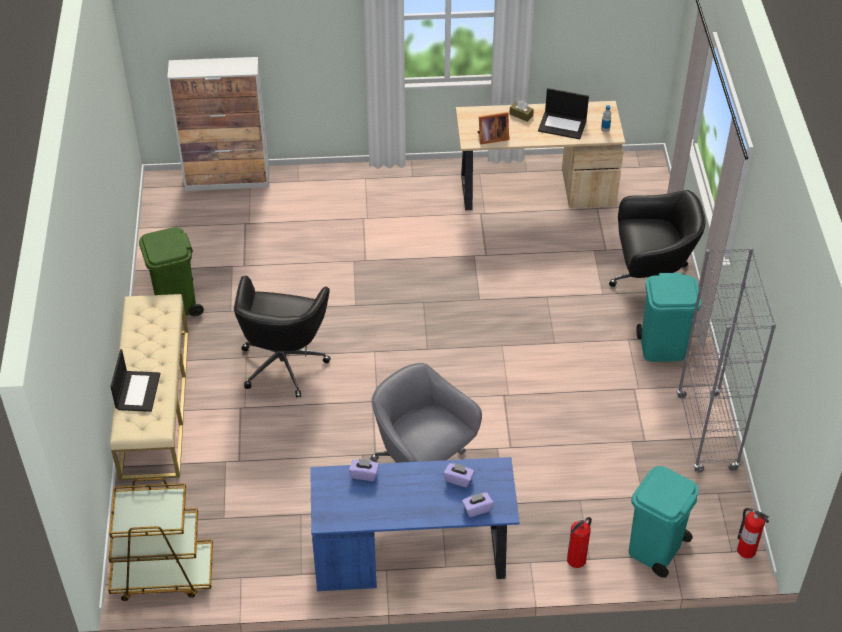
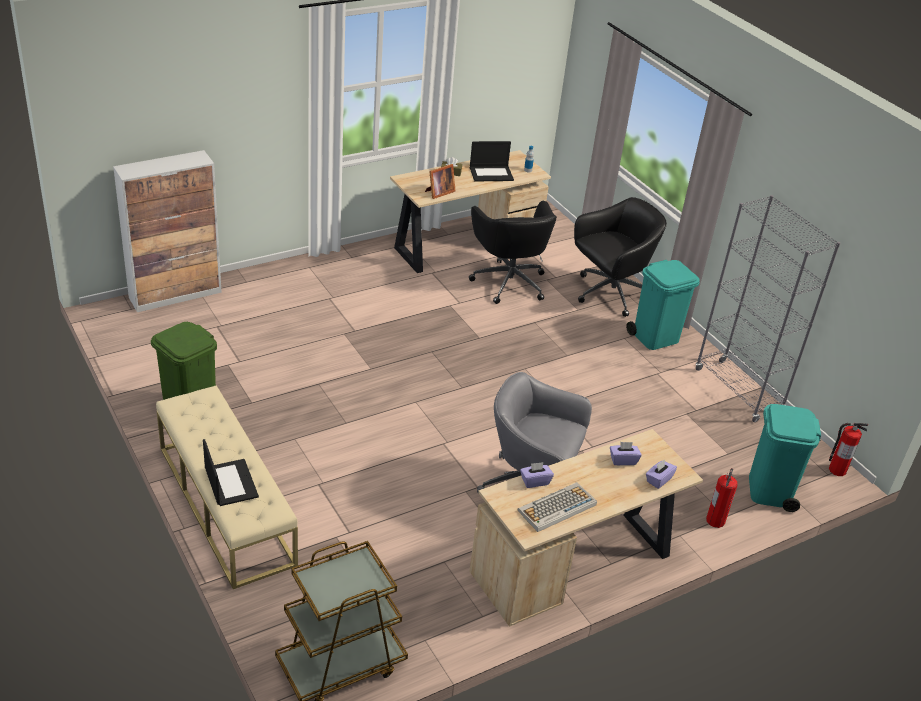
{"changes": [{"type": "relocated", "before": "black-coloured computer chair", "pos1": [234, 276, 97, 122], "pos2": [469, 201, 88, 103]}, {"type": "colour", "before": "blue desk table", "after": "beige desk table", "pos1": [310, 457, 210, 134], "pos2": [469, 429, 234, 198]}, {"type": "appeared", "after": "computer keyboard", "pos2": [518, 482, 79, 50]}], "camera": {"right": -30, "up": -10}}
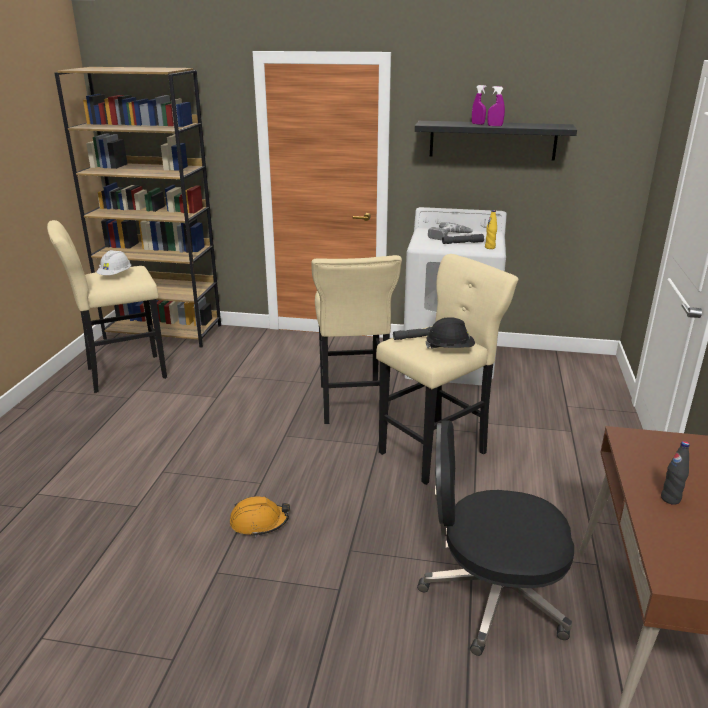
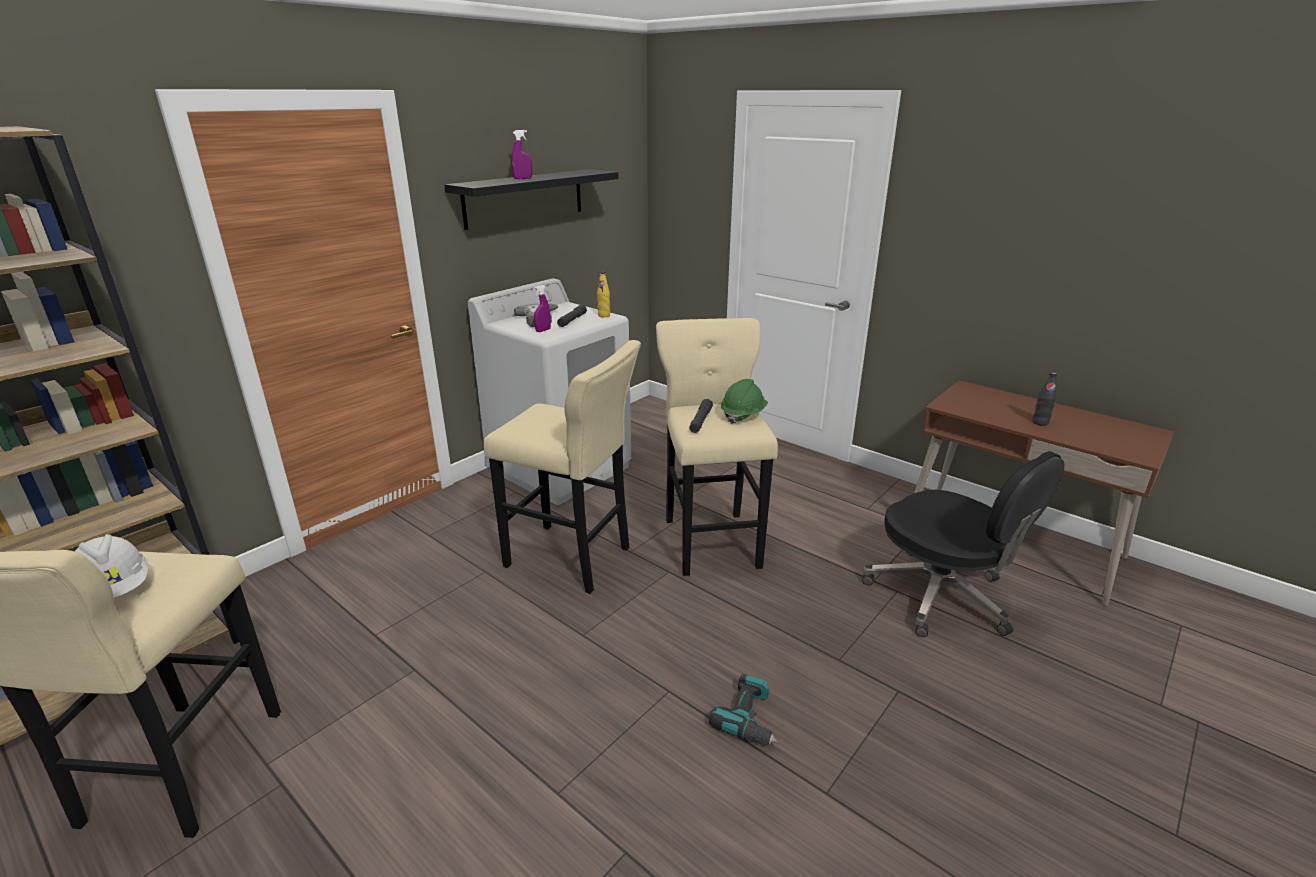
{"changes": [{"type": "exchanged", "before": "orangey safety helmet", "after": "drill", "pos1": [230, 496, 60, 41], "pos2": [709, 674, 70, 72]}, {"type": "spun", "before": "black-coloured computer chair", "pos1": [417, 421, 157, 235], "pos2": [862, 451, 203, 186], "turn": -75}, {"type": "colour", "before": "black-coloured safety helmet", "after": "greenish safety helmet", "pos1": [426, 317, 49, 32], "pos2": [721, 379, 47, 45]}, {"type": "relocated", "before": "purplish spray bottle", "pos1": [487, 86, 18, 40], "pos2": [534, 285, 17, 47]}], "camera": {"right": -60, "up": 0}}
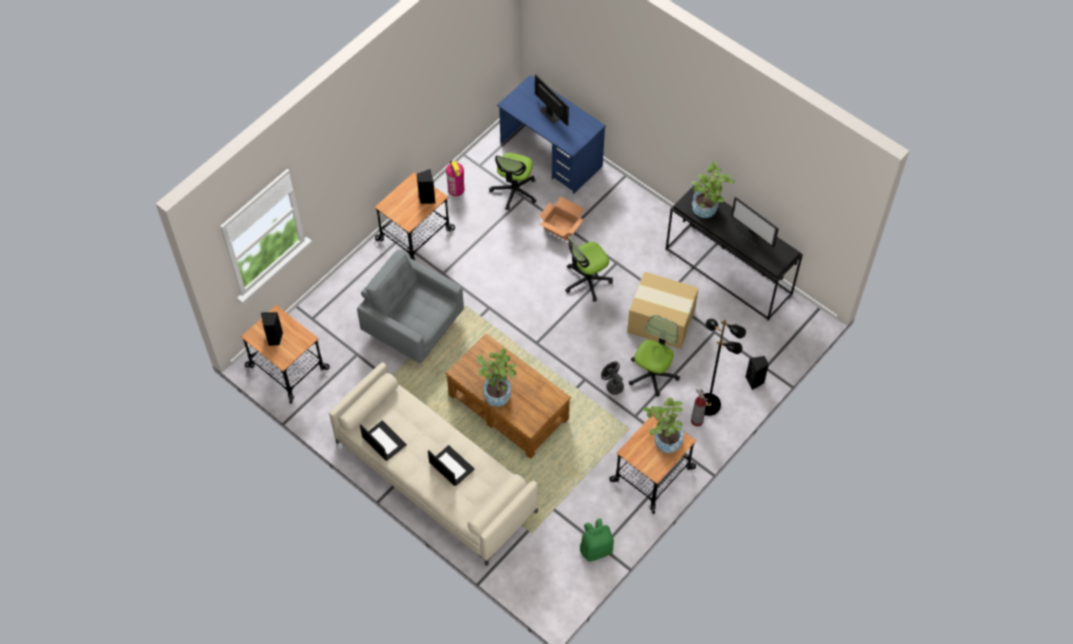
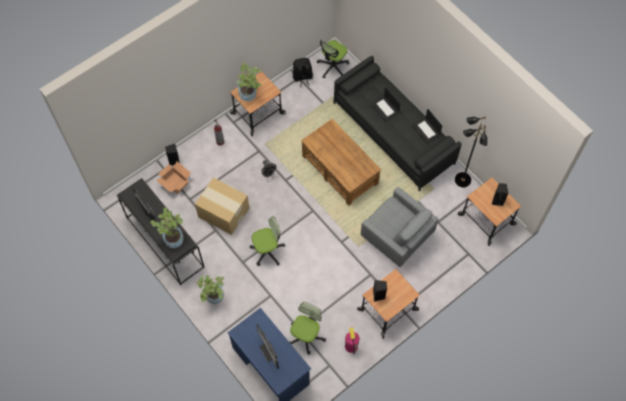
{"changes": [{"type": "colour", "before": "beige couch", "after": "black-coloured couch", "pos1": [329, 362, 209, 204], "pos2": [333, 56, 129, 135]}, {"type": "relocated", "before": "houseplant", "pos1": [476, 348, 40, 59], "pos2": [197, 275, 27, 29]}, {"type": "relocated", "before": "packing box", "pos1": [539, 197, 45, 44], "pos2": [156, 161, 35, 32]}, {"type": "colour", "before": "greenish rucksack", "after": "black-coloured rucksack", "pos1": [580, 518, 34, 44], "pos2": [293, 58, 20, 29]}, {"type": "relocated", "before": "computer chair", "pos1": [629, 315, 51, 82], "pos2": [317, 40, 32, 38]}, {"type": "relocated", "before": "black-coloured standing lamp", "pos1": [703, 318, 43, 98], "pos2": [455, 117, 32, 70]}], "camera": {"right": -170, "up": 5}}
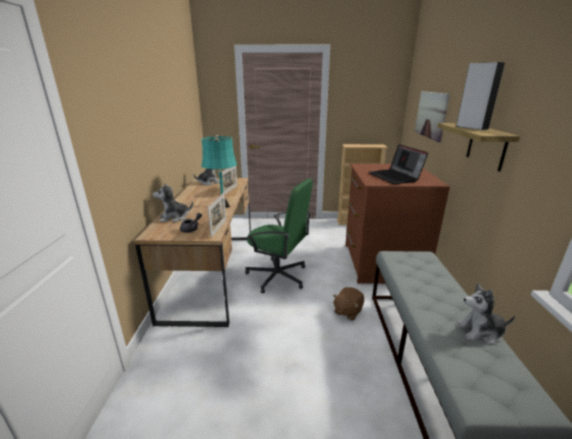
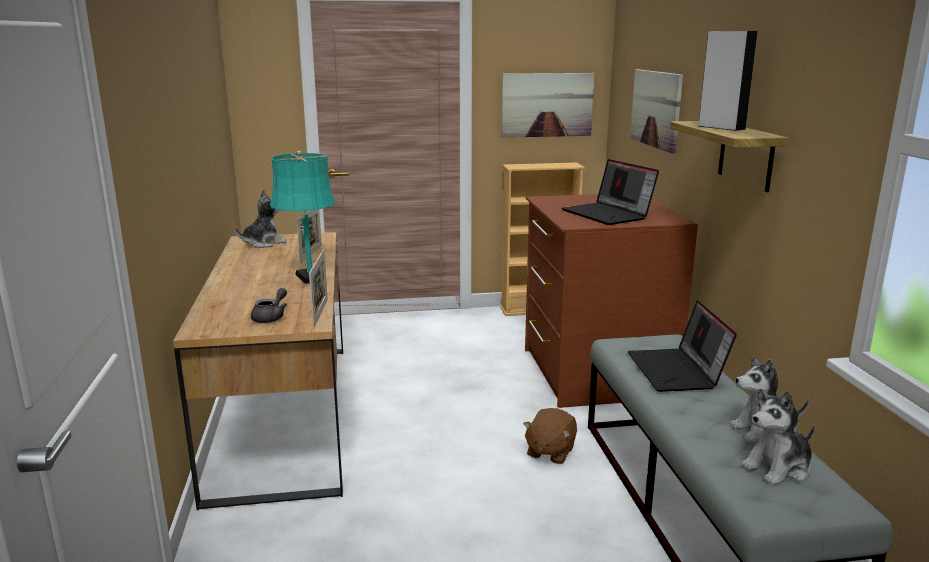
{"changes": [{"type": "relocated", "before": "plush toy", "pos1": [153, 183, 40, 39], "pos2": [741, 388, 74, 97]}, {"type": "missing", "before": "greenish computer chair", "pos1": [245, 178, 68, 116]}, {"type": "appeared", "after": "wall picture", "pos2": [501, 73, 93, 65]}, {"type": "appeared", "after": "portable computer", "pos2": [628, 300, 109, 92]}], "camera": {"right": -10, "up": -5}}
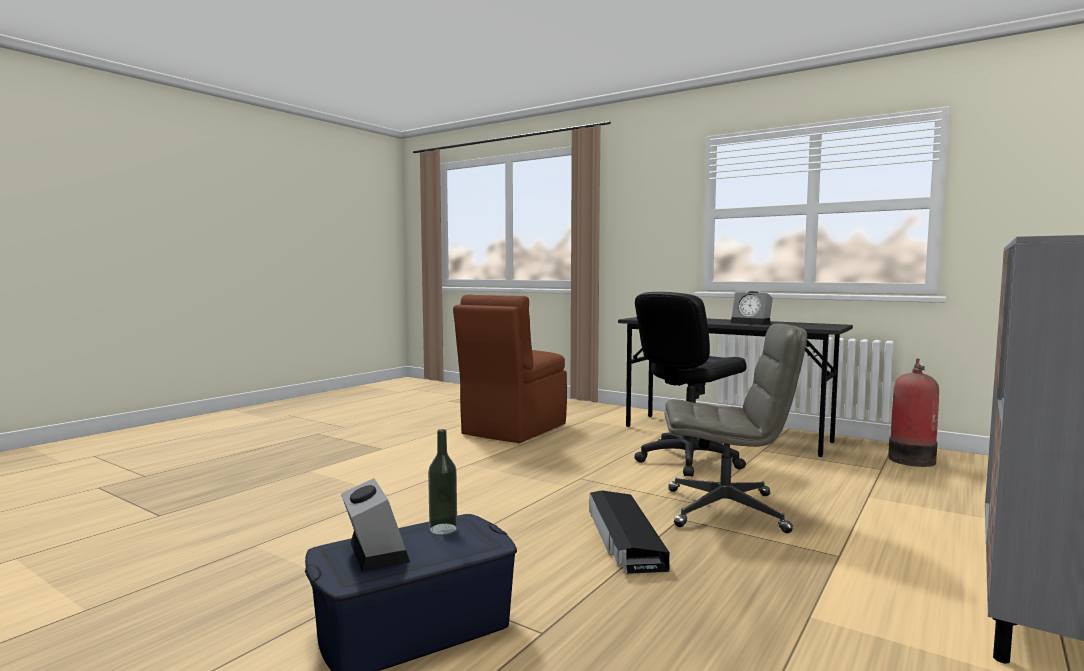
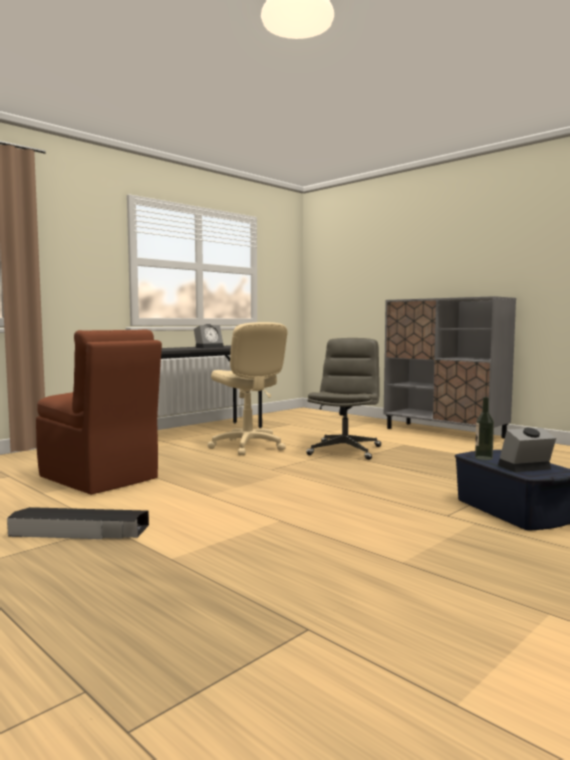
{"changes": [{"type": "relocated", "before": "black-coloured storage container", "pos1": [589, 490, 81, 84], "pos2": [7, 507, 142, 32]}, {"type": "colour", "before": "black-coloured computer chair", "after": "beige computer chair", "pos1": [634, 292, 113, 185], "pos2": [208, 322, 79, 133]}, {"type": "missing", "before": "extinguisher", "pos1": [888, 359, 51, 108]}], "camera": {"right": -80, "up": 0}}
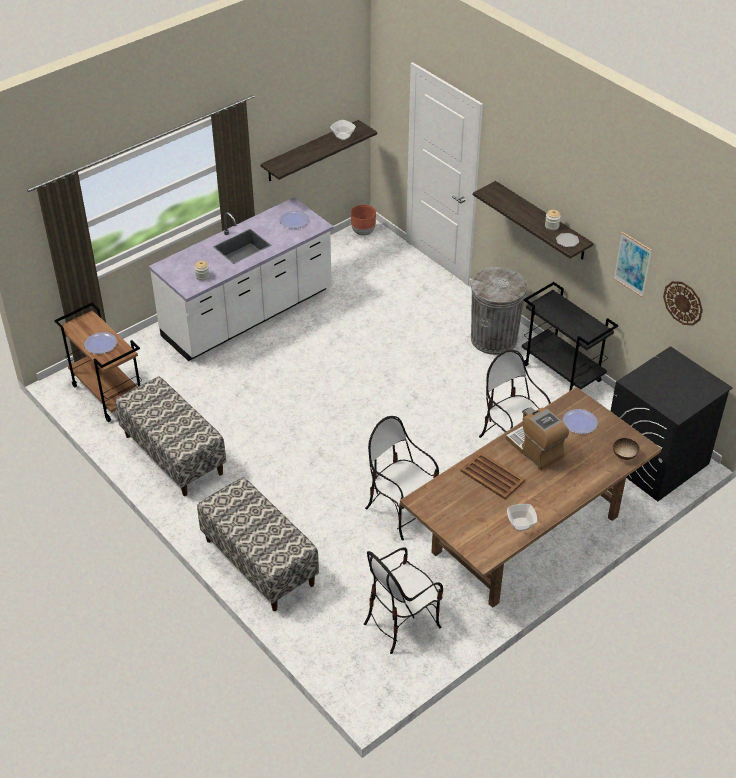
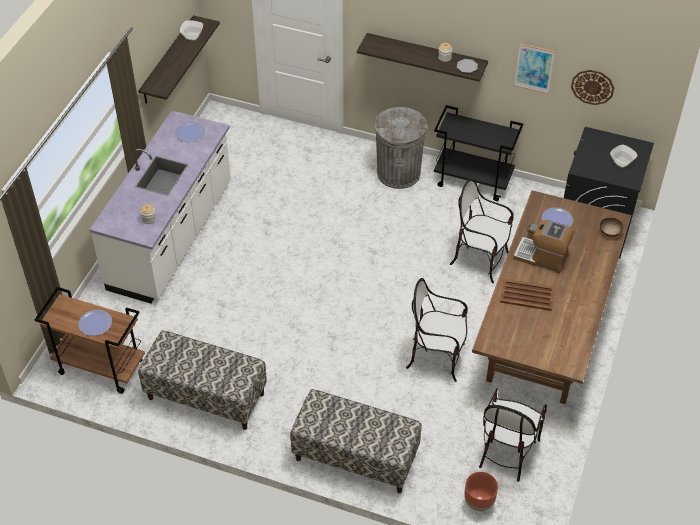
{"changes": [{"type": "relocated", "before": "brownish planter", "pos1": [351, 205, 25, 31], "pos2": [464, 472, 34, 39]}, {"type": "relocated", "before": "bowl", "pos1": [507, 504, 30, 27], "pos2": [610, 145, 28, 23]}], "camera": {"right": -30, "up": 5}}
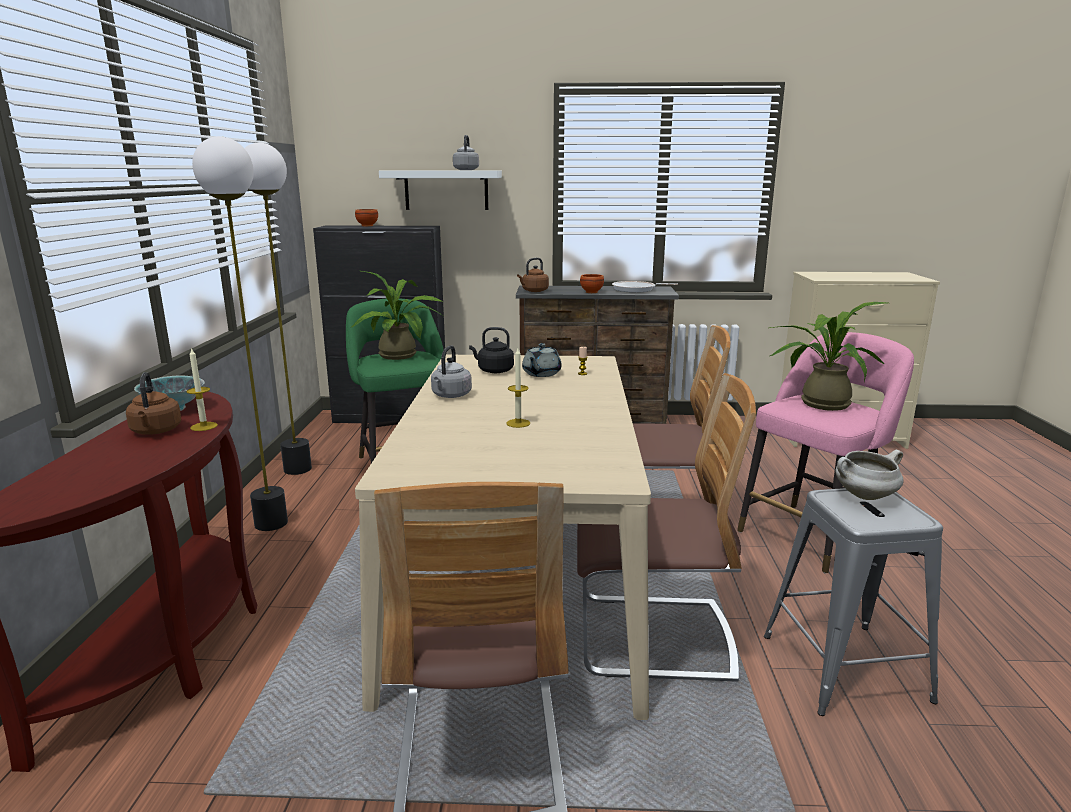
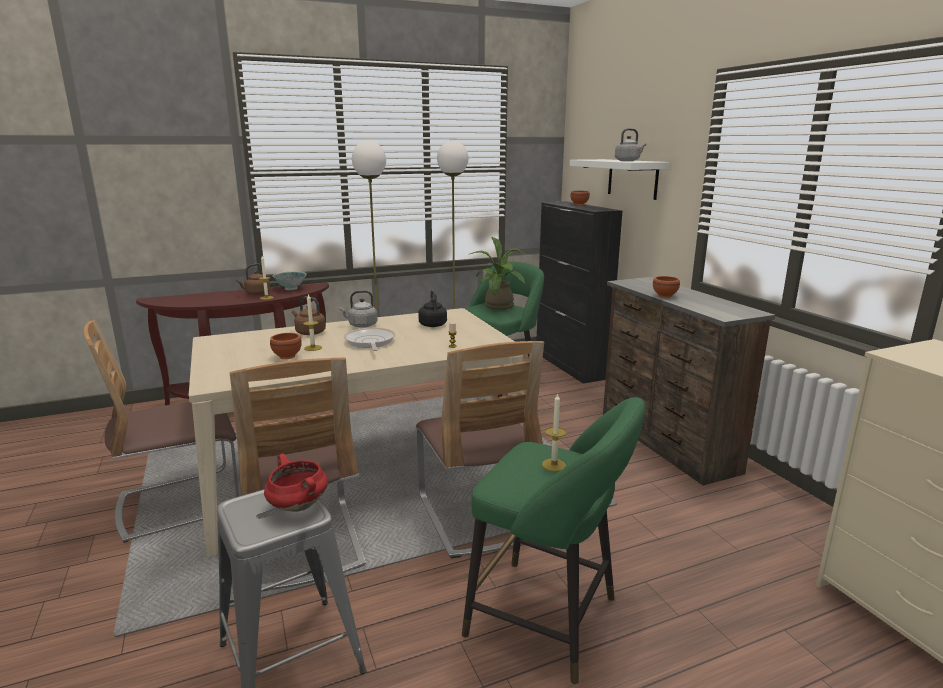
{"changes": [{"type": "relocated", "before": "brownish kettle", "pos1": [517, 258, 32, 34], "pos2": [292, 297, 34, 38]}, {"type": "missing", "before": "greyish teapot", "pos1": [522, 343, 40, 34]}, {"type": "relocated", "before": "skillet", "pos1": [612, 281, 66, 12], "pos2": [344, 328, 51, 23]}, {"type": "colour", "before": "pink sitting stool", "after": "greenish sitting stool", "pos1": [737, 332, 177, 241], "pos2": [462, 397, 183, 287]}, {"type": "exchanged", "before": "houseplant", "after": "wax light", "pos1": [770, 302, 117, 109], "pos2": [542, 394, 24, 77]}, {"type": "colour", "before": "white cooking pot", "after": "reddish cooking pot", "pos1": [836, 450, 68, 50], "pos2": [264, 453, 64, 59]}, {"type": "appeared", "after": "brownish bowl", "pos2": [270, 333, 32, 26]}], "camera": {"right": 65, "up": 0}}
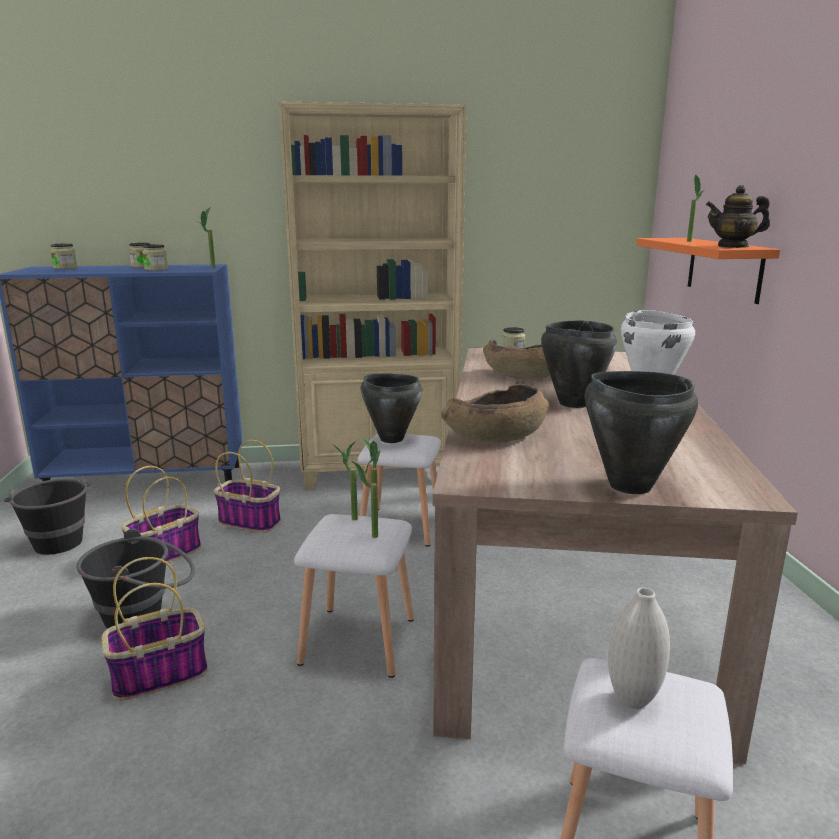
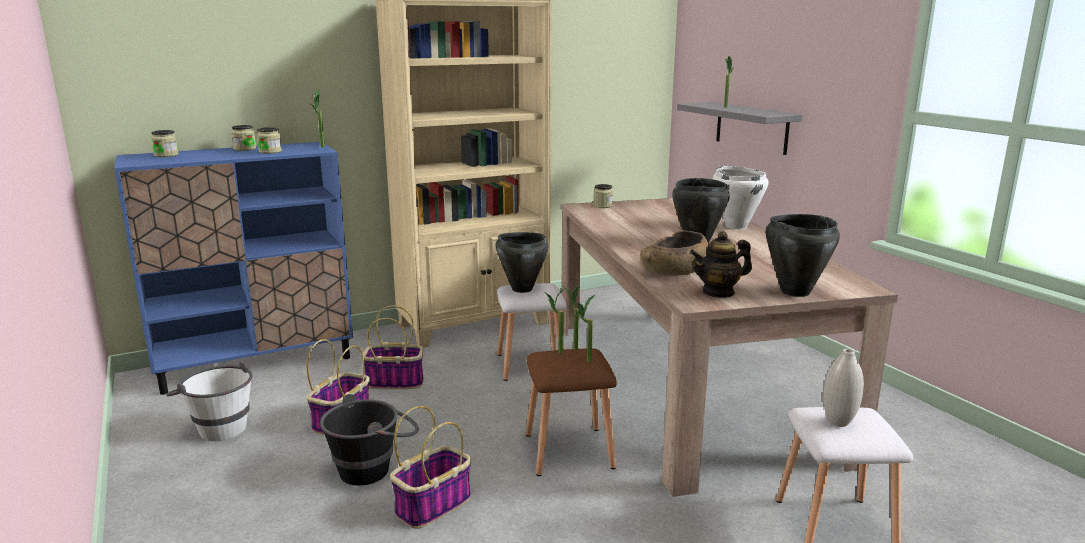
{"changes": [{"type": "colour", "before": "black-coloured water bucket", "after": "white water bucket", "pos1": [4, 477, 87, 78], "pos2": [166, 360, 87, 81]}, {"type": "colour", "before": "white sitting stool", "after": "brownish sitting stool", "pos1": [294, 514, 120, 164], "pos2": [526, 348, 91, 128]}, {"type": "missing", "before": "brownish bowl", "pos1": [483, 339, 67, 41]}, {"type": "colour", "before": "orangey shelf", "after": "greyish shelf", "pos1": [636, 238, 144, 66], "pos2": [677, 102, 125, 53]}, {"type": "relocated", "before": "teapot", "pos1": [706, 185, 64, 63], "pos2": [690, 231, 62, 67]}], "camera": {"right": -20, "up": 0}}
